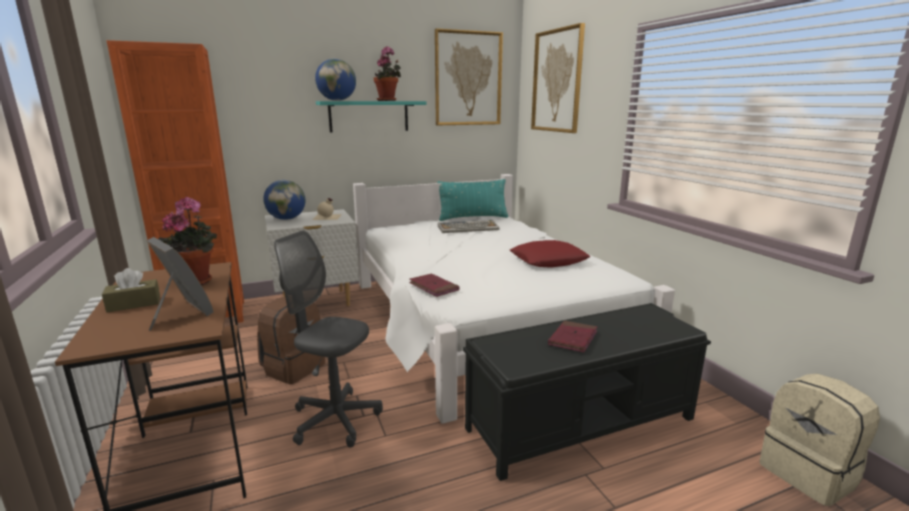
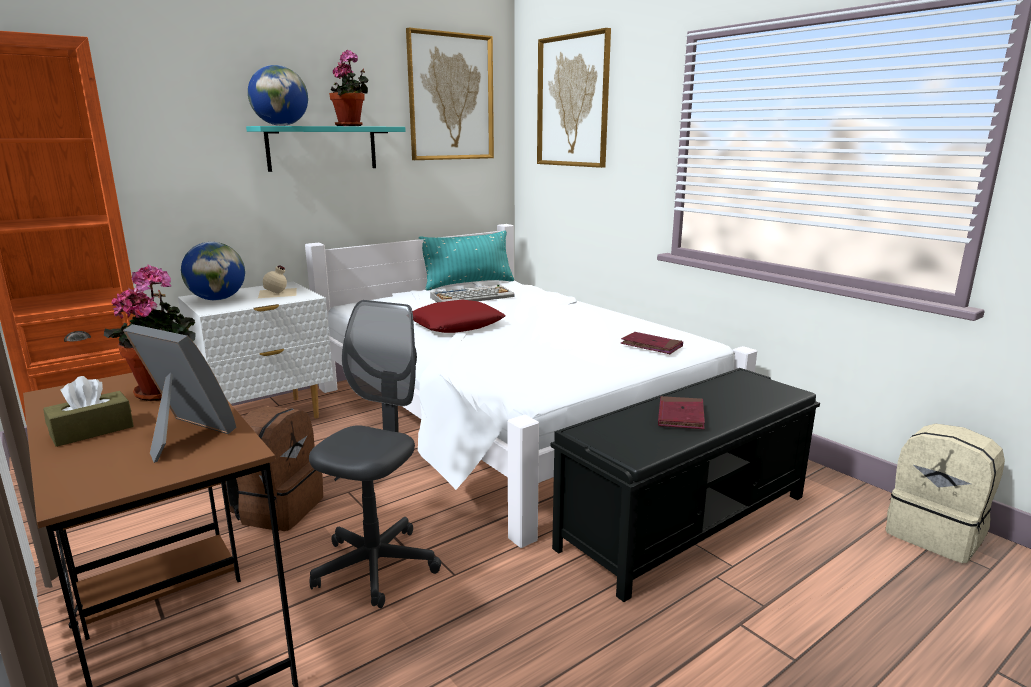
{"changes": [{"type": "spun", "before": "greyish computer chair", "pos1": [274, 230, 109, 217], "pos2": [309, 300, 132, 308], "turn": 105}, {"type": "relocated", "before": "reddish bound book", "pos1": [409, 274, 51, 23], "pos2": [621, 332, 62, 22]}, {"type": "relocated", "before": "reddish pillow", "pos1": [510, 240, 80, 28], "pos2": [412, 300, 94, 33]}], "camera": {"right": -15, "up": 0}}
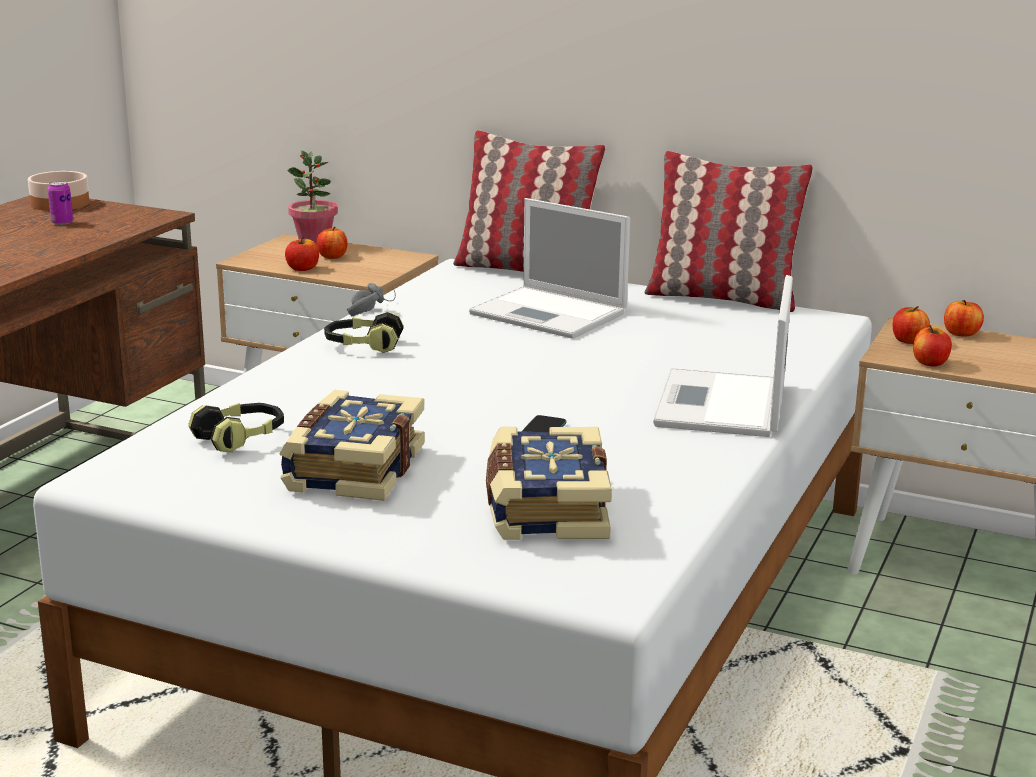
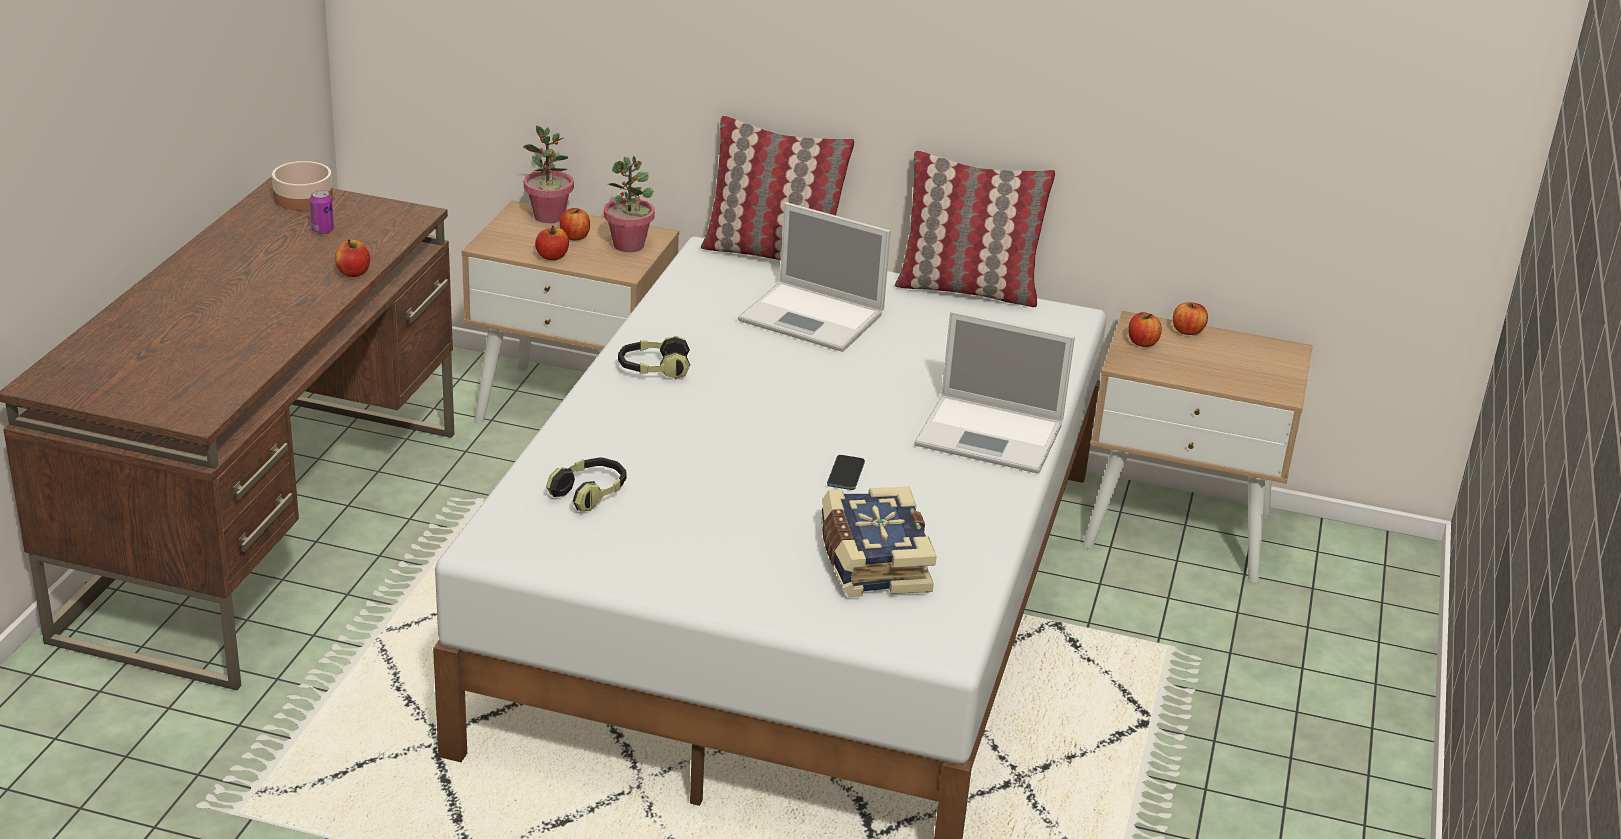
{"changes": [{"type": "missing", "before": "bound book", "pos1": [280, 390, 145, 111]}, {"type": "missing", "before": "greyish headphones", "pos1": [347, 283, 49, 33]}, {"type": "spun", "before": "portable computer", "pos1": [653, 275, 140, 162], "pos2": [914, 311, 161, 163], "turn": -75}, {"type": "relocated", "before": "apple fruit", "pos1": [913, 325, 39, 42], "pos2": [335, 240, 35, 37]}, {"type": "appeared", "after": "houseplant", "pos2": [604, 156, 51, 96]}], "camera": {"right": -10, "up": 10}}
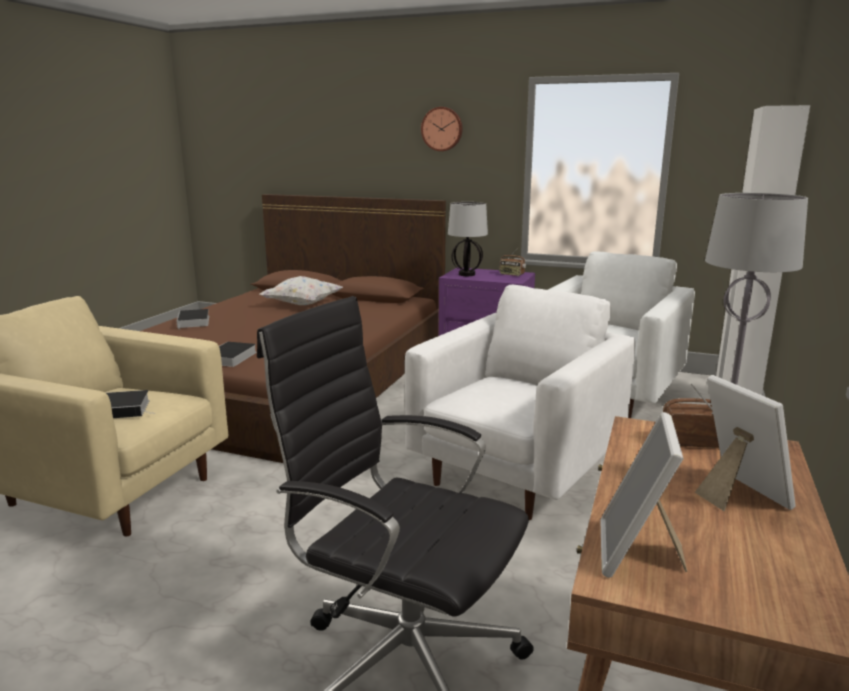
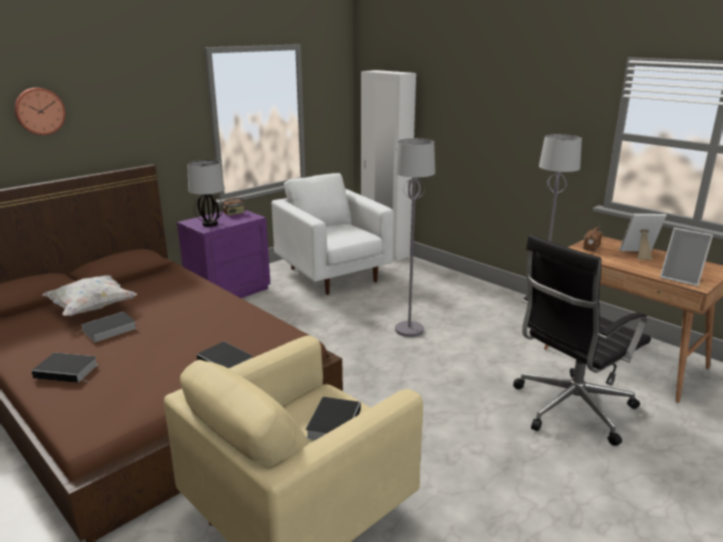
{"changes": [{"type": "exchanged", "before": "white easy chair", "after": "greyish standing lamp", "pos1": [405, 285, 231, 235], "pos2": [394, 138, 41, 199]}, {"type": "relocated", "before": "wall clock", "pos1": [421, 107, 42, 44], "pos2": [14, 88, 52, 47]}, {"type": "appeared", "after": "bound book", "pos2": [75, 312, 62, 30]}], "camera": {"right": -65, "up": 5}}
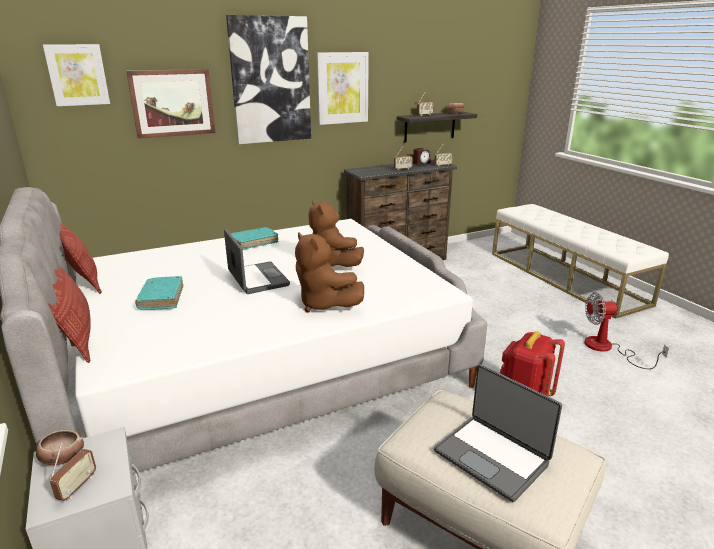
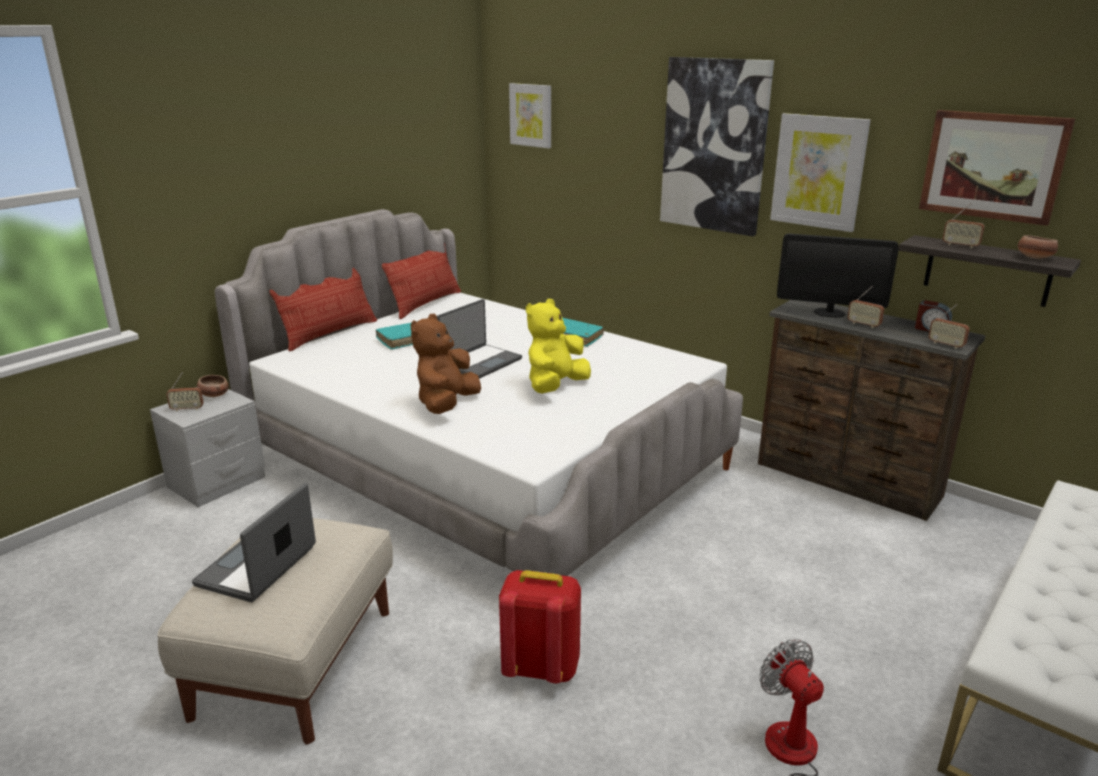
{"changes": [{"type": "relocated", "before": "wall picture", "pos1": [126, 69, 89, 70], "pos2": [919, 110, 156, 116]}, {"type": "colour", "before": "brownish plush toy", "after": "yellow plush toy", "pos1": [309, 200, 55, 67], "pos2": [526, 299, 65, 94]}, {"type": "appeared", "after": "computer screen", "pos2": [777, 233, 122, 85]}], "camera": {"right": 65, "up": 0}}
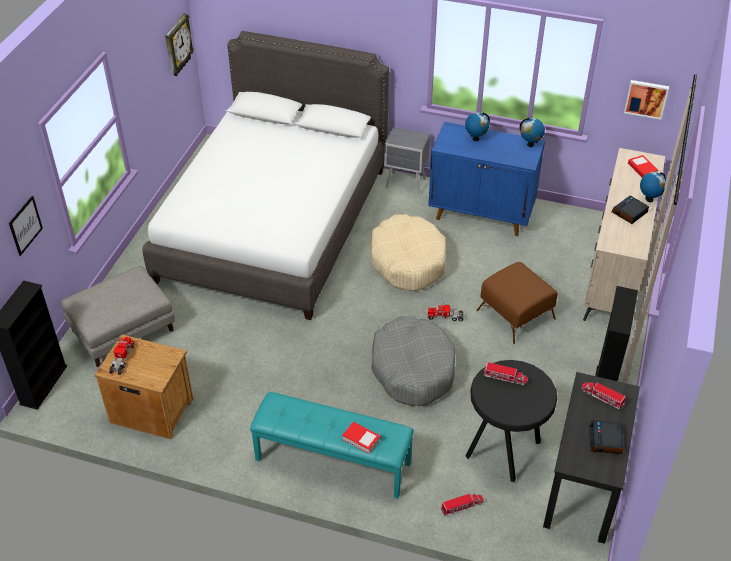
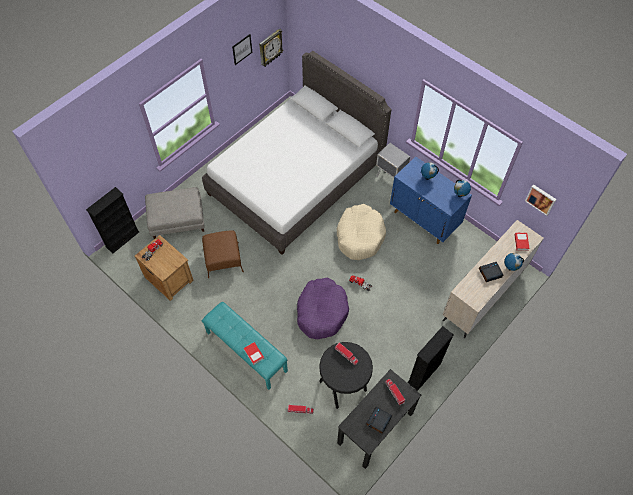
{"changes": [{"type": "relocated", "before": "wall picture", "pos1": [9, 196, 34, 60], "pos2": [232, 34, 20, 31]}, {"type": "colour", "before": "greyish dog bed", "after": "purplish dog bed", "pos1": [371, 316, 85, 90], "pos2": [297, 278, 52, 61]}, {"type": "relocated", "before": "brownish pouffe", "pos1": [476, 262, 81, 82], "pos2": [202, 230, 42, 48]}], "camera": {"right": 25, "up": 15}}
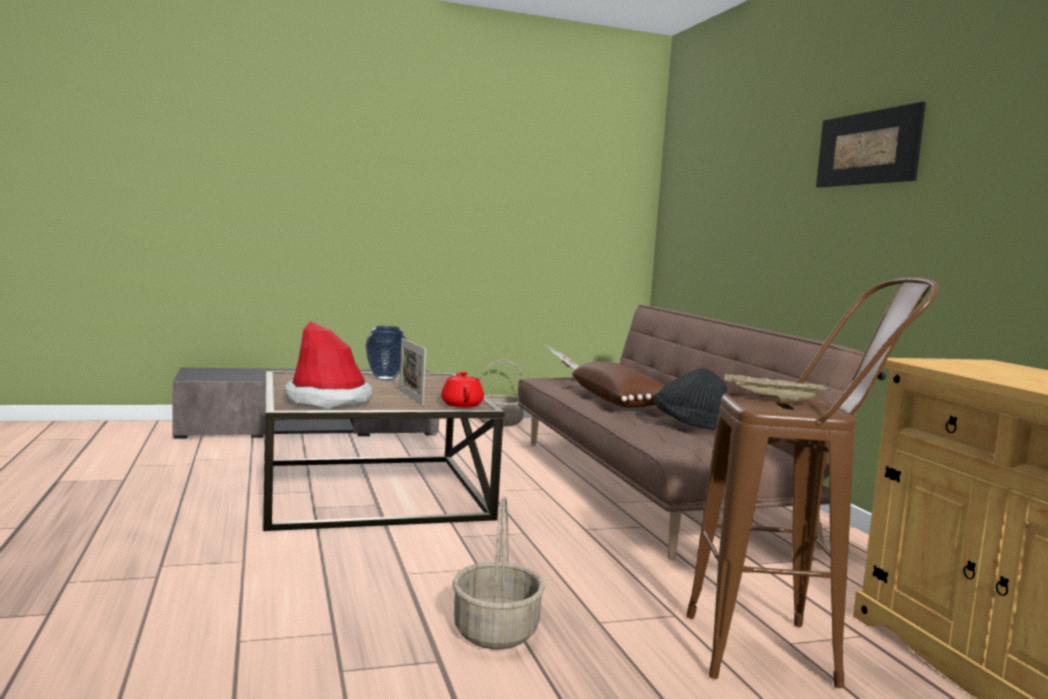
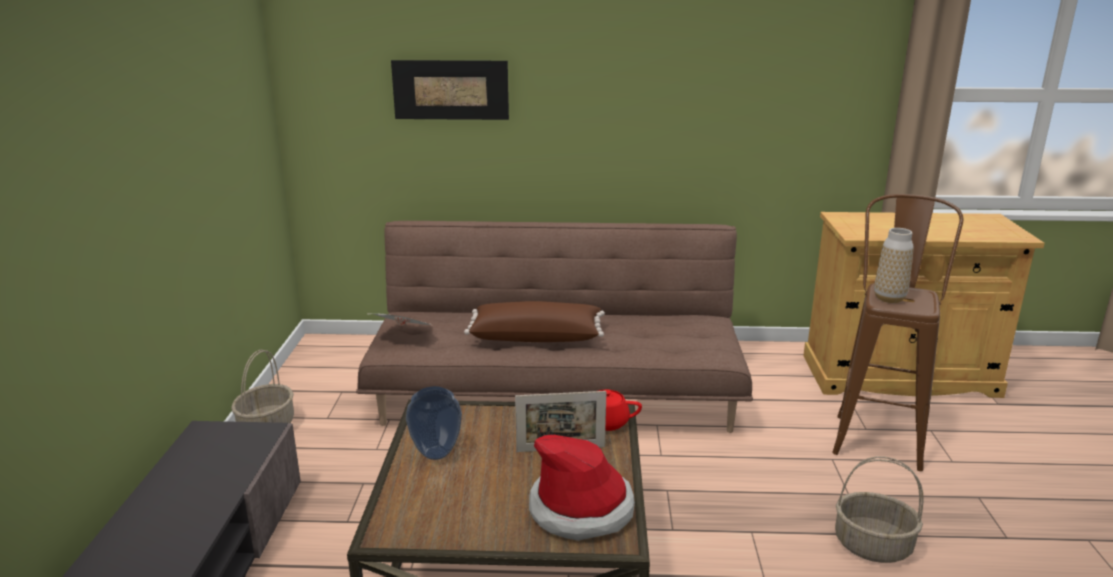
{"changes": [{"type": "missing", "before": "black-coloured wearable hat", "pos1": [653, 368, 74, 62]}, {"type": "exchanged", "before": "beige carrying tray", "after": "flower vase", "pos1": [725, 373, 106, 30], "pos2": [874, 228, 40, 75]}, {"type": "relocated", "before": "wall picture", "pos1": [816, 102, 110, 85], "pos2": [391, 60, 118, 60]}], "camera": {"right": -70, "up": 15}}
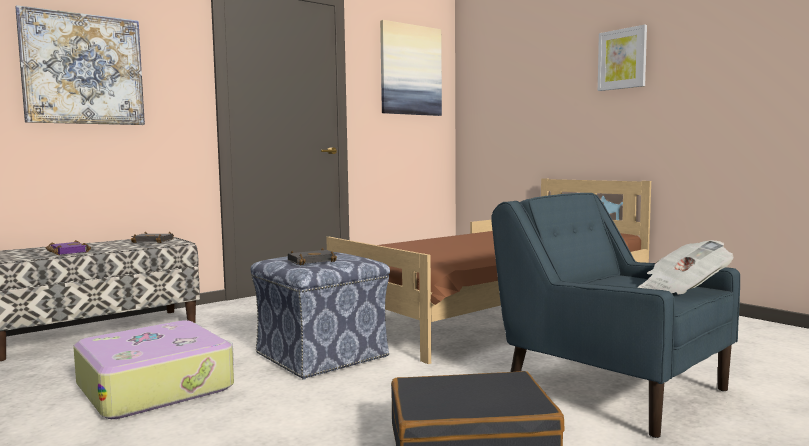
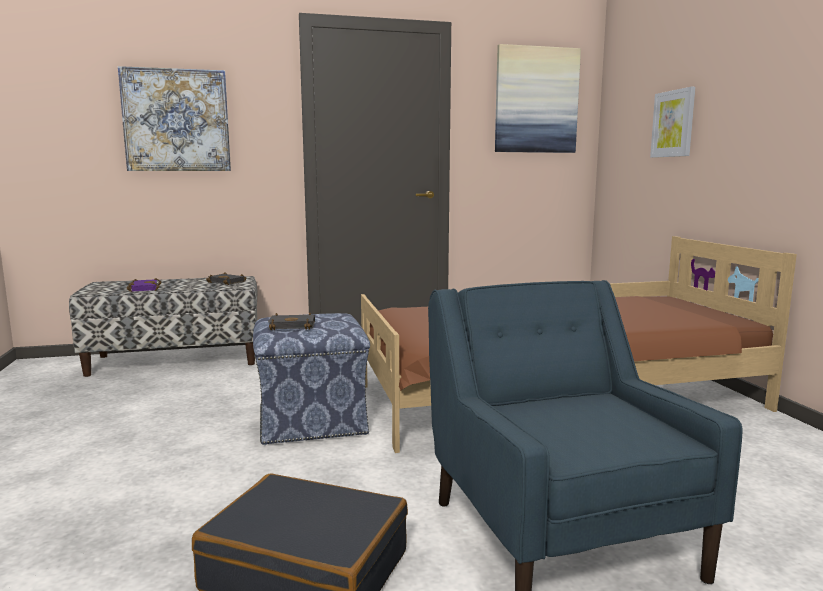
{"changes": [{"type": "missing", "before": "piece of luggage", "pos1": [73, 320, 161, 99]}, {"type": "relocated", "before": "wall picture", "pos1": [598, 25, 49, 66], "pos2": [650, 87, 46, 71]}, {"type": "missing", "before": "newspaper", "pos1": [638, 240, 96, 55]}], "camera": {"right": 25, "up": 5}}
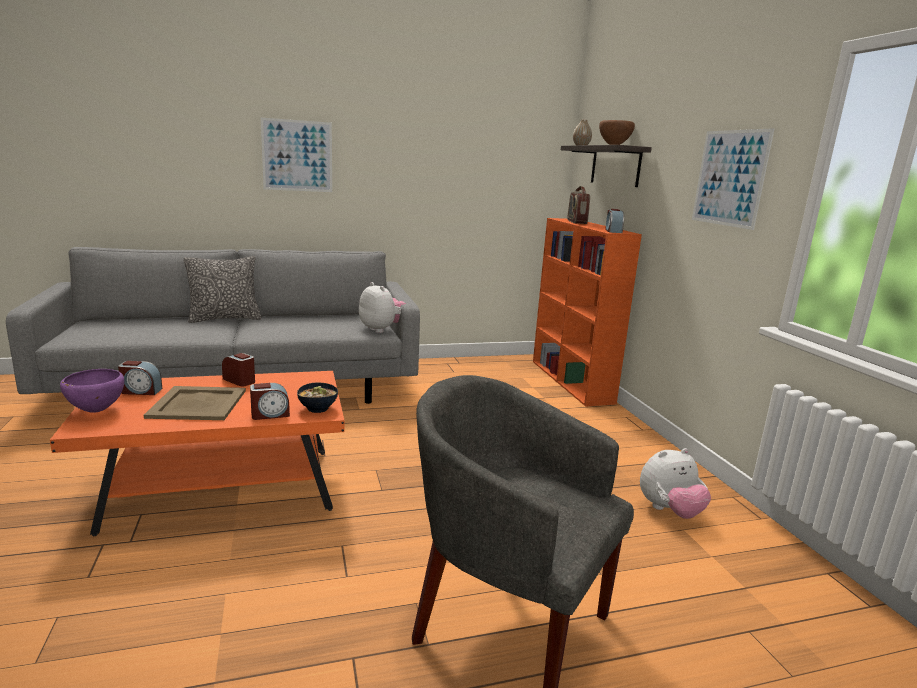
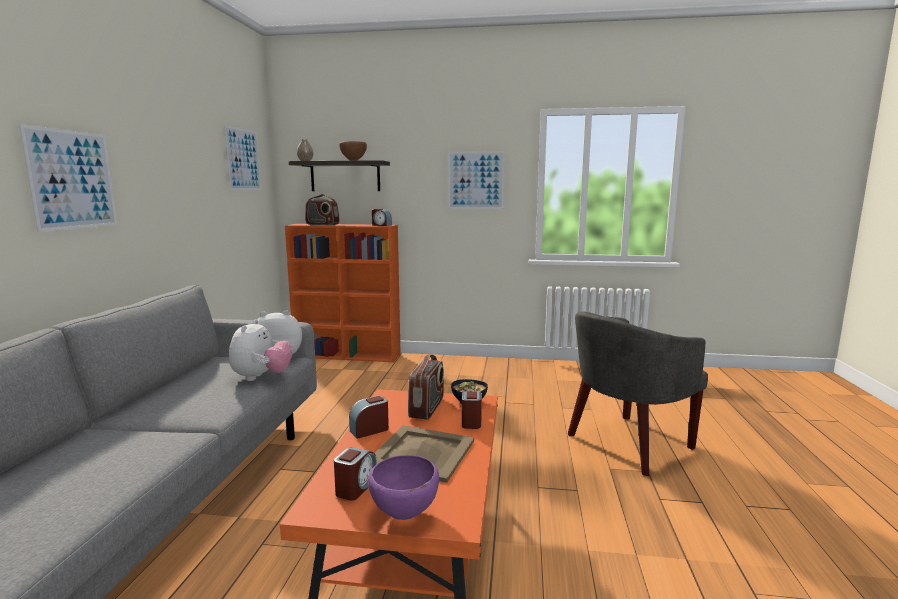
{"changes": [{"type": "missing", "before": "pillow", "pos1": [184, 256, 77, 67]}, {"type": "relocated", "before": "plush toy", "pos1": [640, 448, 71, 71], "pos2": [229, 319, 63, 62]}, {"type": "appeared", "after": "wall picture", "pos2": [224, 125, 37, 65]}, {"type": "appeared", "after": "radio receiver", "pos2": [408, 355, 36, 65]}], "camera": {"right": -65, "up": -5}}
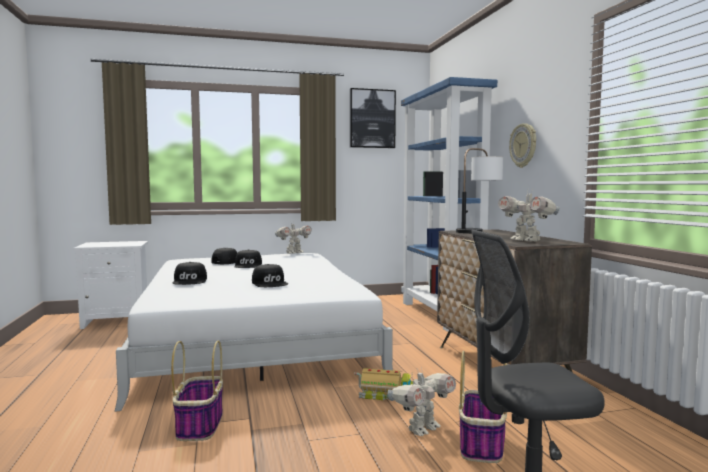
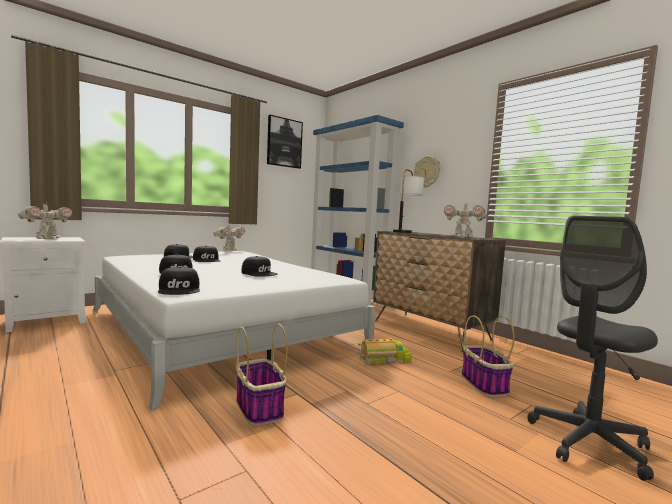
{"changes": [{"type": "relocated", "before": "model robot", "pos1": [388, 366, 68, 70], "pos2": [18, 201, 54, 38]}, {"type": "appeared", "after": "black-coloured cap", "pos2": [158, 267, 42, 28]}], "camera": {"right": -25, "up": 0}}
